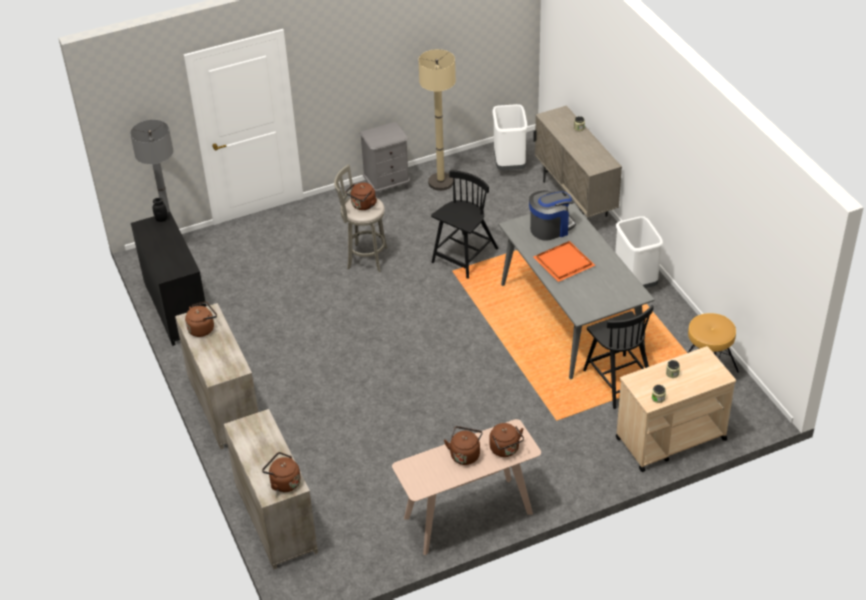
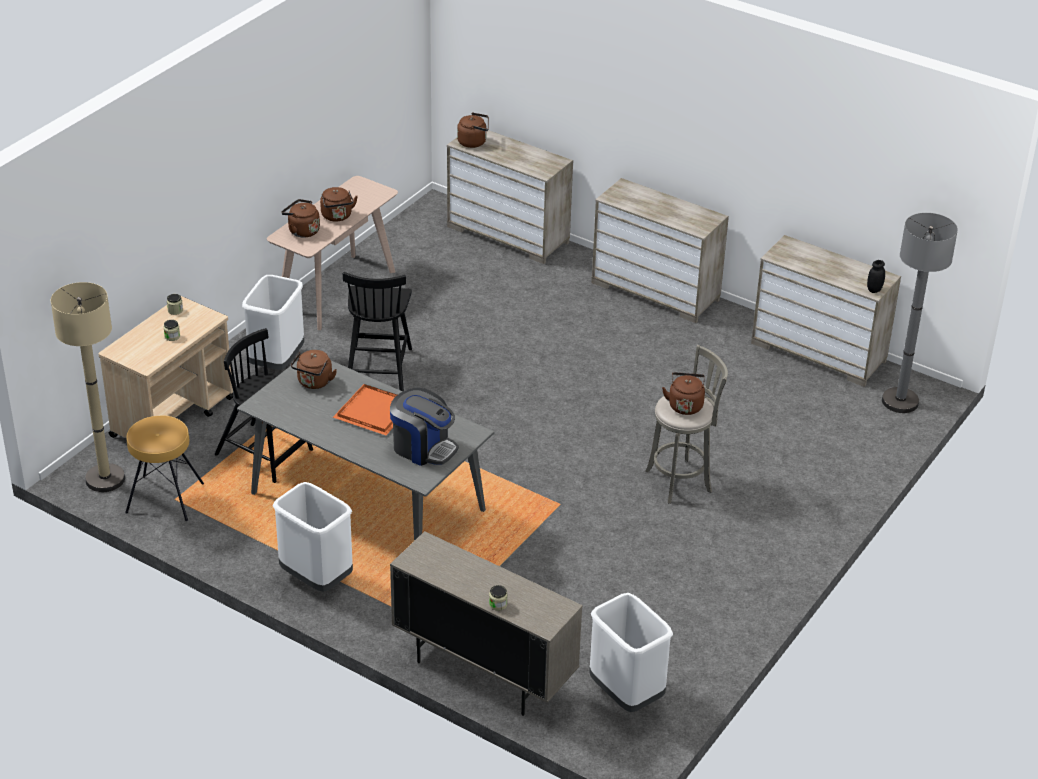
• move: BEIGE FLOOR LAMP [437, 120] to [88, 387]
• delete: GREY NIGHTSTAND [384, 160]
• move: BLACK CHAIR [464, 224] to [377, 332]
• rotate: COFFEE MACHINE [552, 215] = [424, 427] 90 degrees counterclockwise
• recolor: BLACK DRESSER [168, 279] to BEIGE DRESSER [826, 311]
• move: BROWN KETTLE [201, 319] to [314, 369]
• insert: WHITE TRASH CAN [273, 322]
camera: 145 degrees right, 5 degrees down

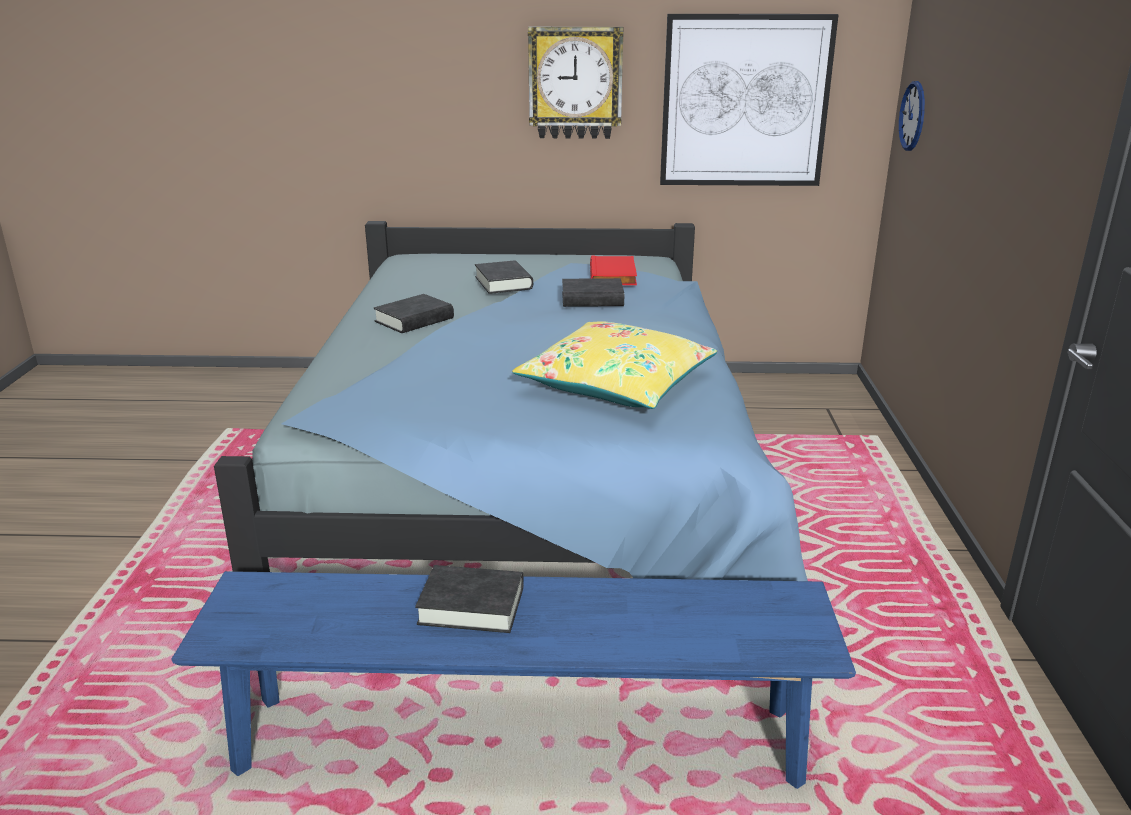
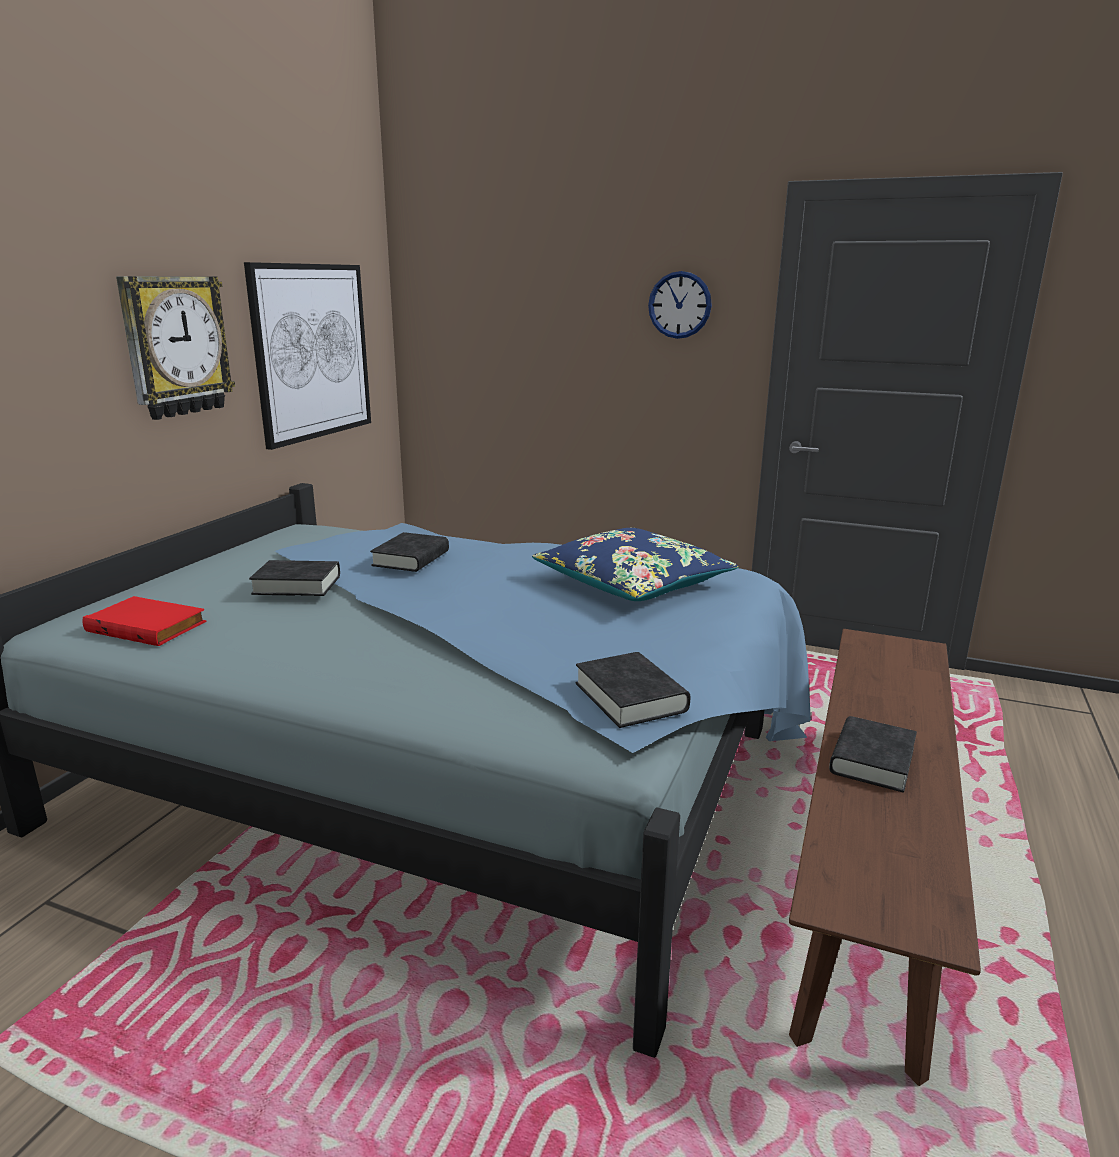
• move: WALL CLOCK [912, 116] to [680, 305]
• move: RED BOOK [613, 270] to [144, 621]
• move: BLACK BOOK [413, 313] to [633, 690]
• recolor: YELLOW PILLOW [614, 365] to BLUE PILLOW [635, 564]
• recolor: BLUE BENCH [513, 680] to BROWN BENCH [885, 857]
camera: 70 degrees left, 5 degrees down

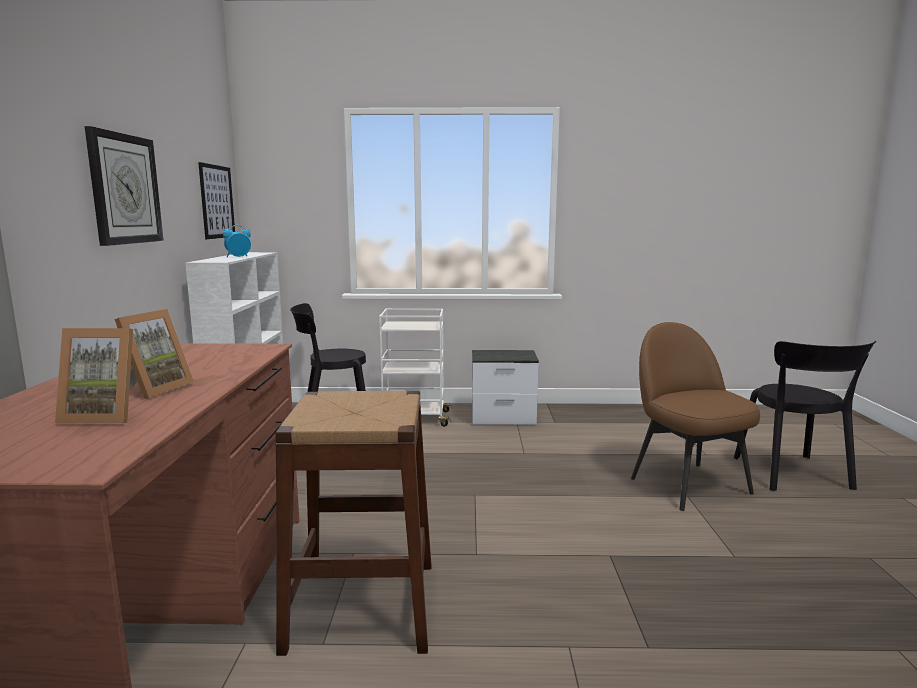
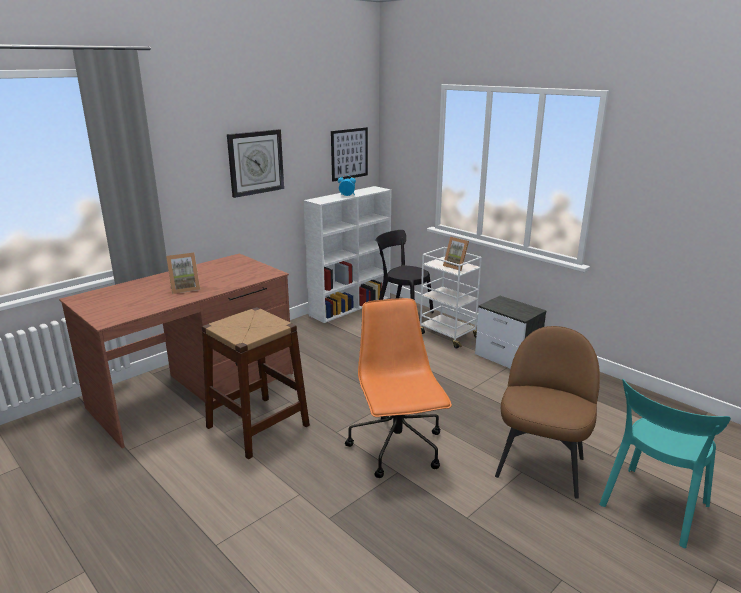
• move: PICTURE FRAME [94, 375] to [456, 254]
• recolor: BLACK CHAIR [805, 416] to TURQUOISE CHAIR [665, 463]
• insert: ORANGE OFFICE CHAIR [398, 388]
camera: 45 degrees right, 10 degrees up

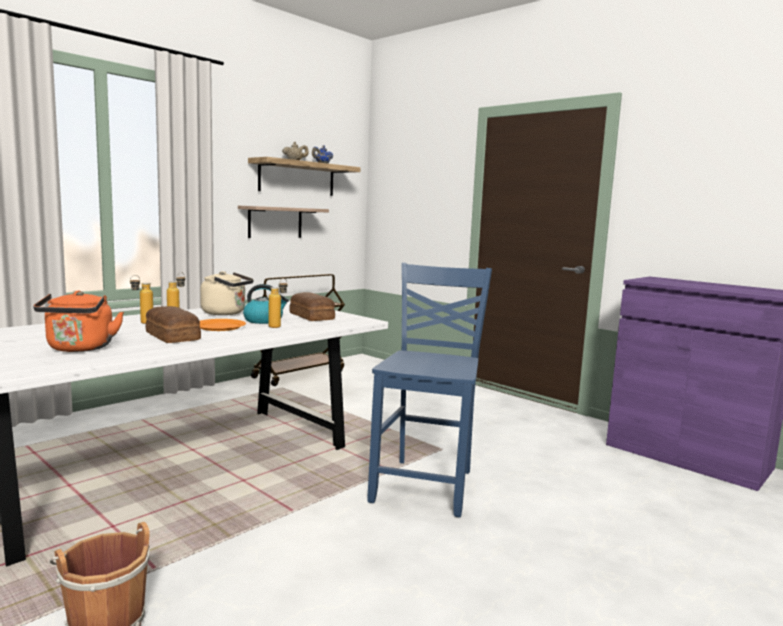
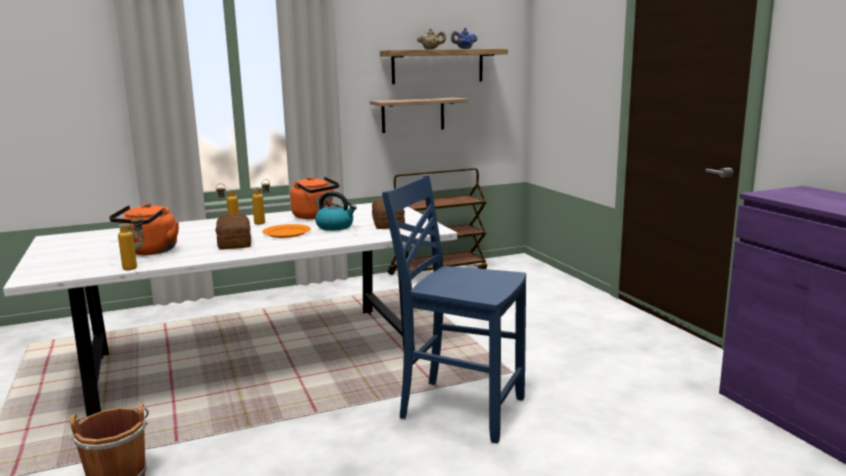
• rotate: BLUE CHAIR [429, 390] = [454, 309] 105 degrees counterclockwise
• recolor: BEIGE KETTLE [227, 293] to ORANGE KETTLE [315, 197]
• move: BOTTLE [278, 303] to [131, 241]
camera: 25 degrees right, 5 degrees up

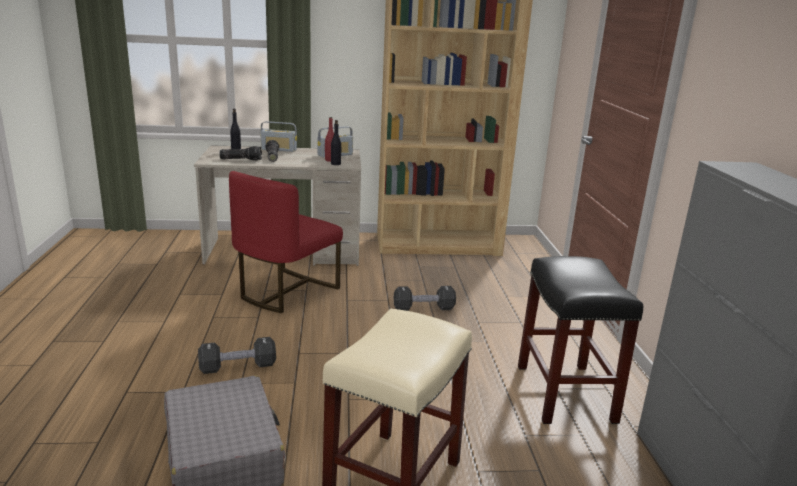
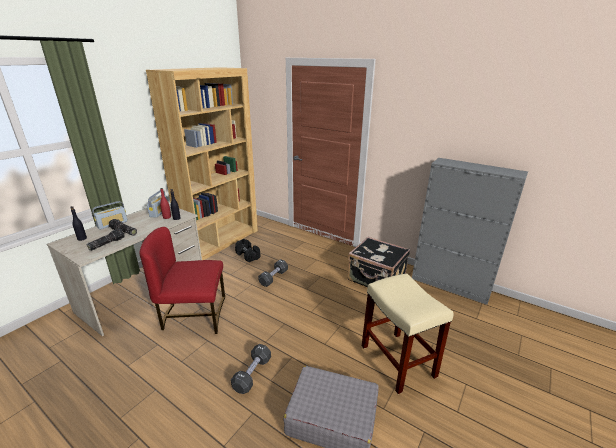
• rotate: RED CHAIR [286, 242] = [182, 280] 105 degrees clockwise
• replace: BLACK STOOL [580, 340] to BLACK SUITCASE [379, 262]
• insert: BLACK DUMBBELL [247, 250]
camera: 50 degrees left, 5 degrees up

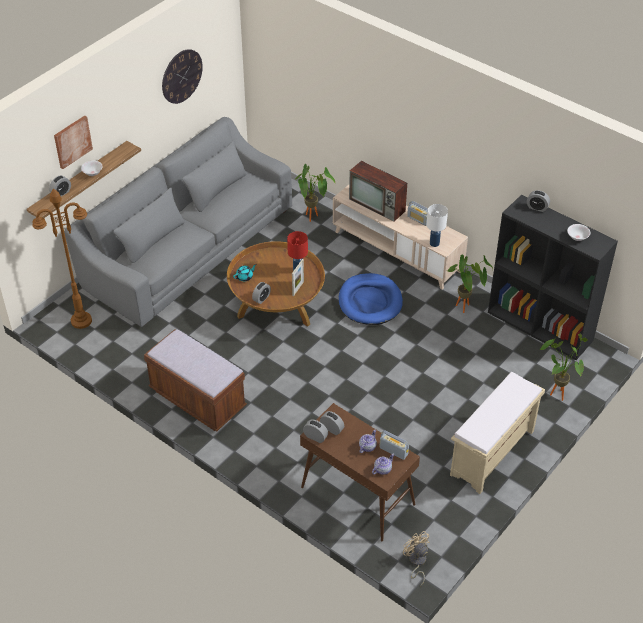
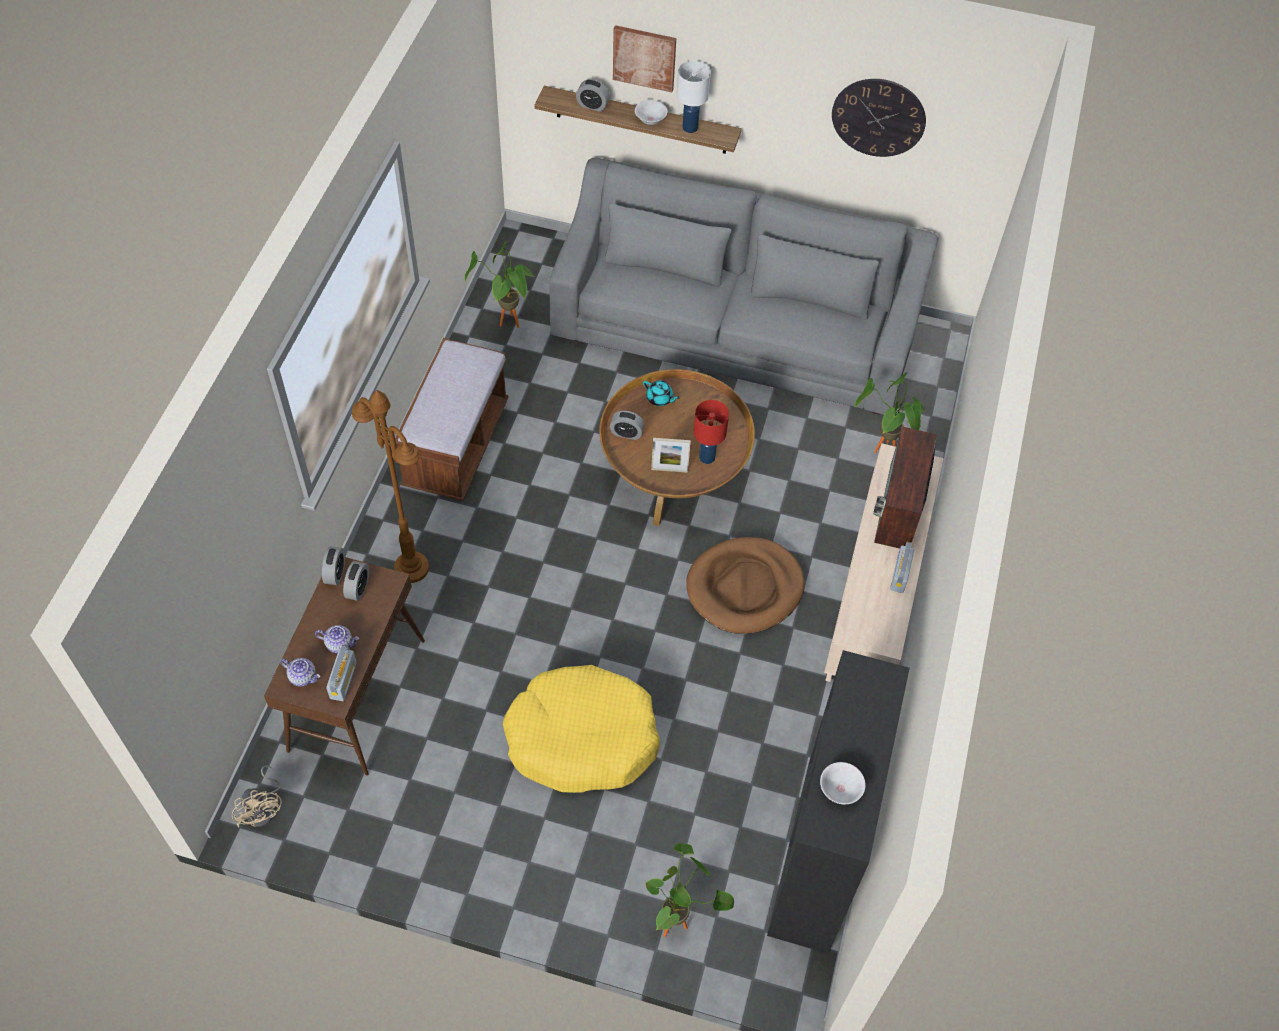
• move: BROWN FLOOR LAMP [62, 258] to [390, 486]
• delete: ALARM CLOCK [538, 201]
• move: WHITE TABLE LAMP [437, 225] to [694, 97]
• move: POTTED PLANT [470, 283] to [499, 284]
• recolor: BLUE DOG BED [371, 299] to BROWN DOG BED [745, 585]
• delete: BEIGE BENCH [497, 433]
• rotate: BEIGE FAN [416, 559] = [257, 796] 120 degrees clockwise
• insert: YELLOW DOG BED [581, 729]
camera: 65 degrees right, 10 degrees up

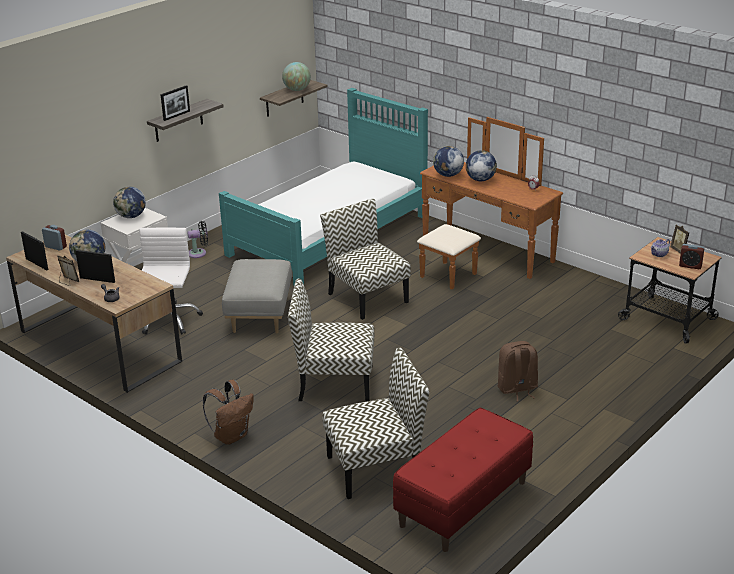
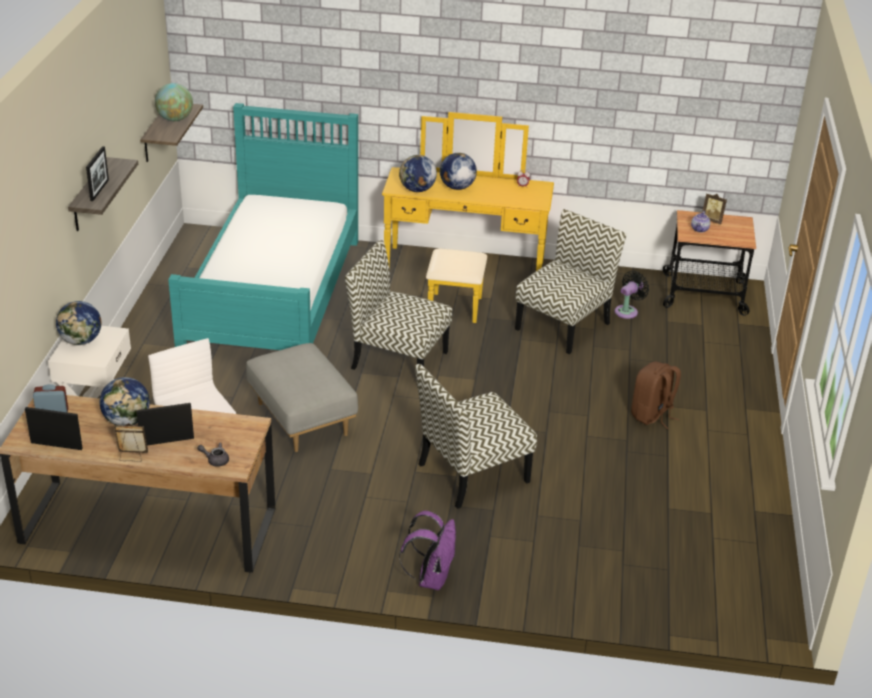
• recolor: BROWN DRESSER [490, 203] to YELLOW DRESSER [468, 217]
• move: BLACK FAN [198, 239] to [632, 295]
• delete: ALARM CLOCK [692, 256]
• move: CHAIR [376, 423] to [571, 281]
• recolor: BROWN BACKPACK [228, 412] to PURPLE BACKPACK [427, 550]
• delete: RED BENCH [463, 480]
camera: 35 degrees left, 5 degrees up

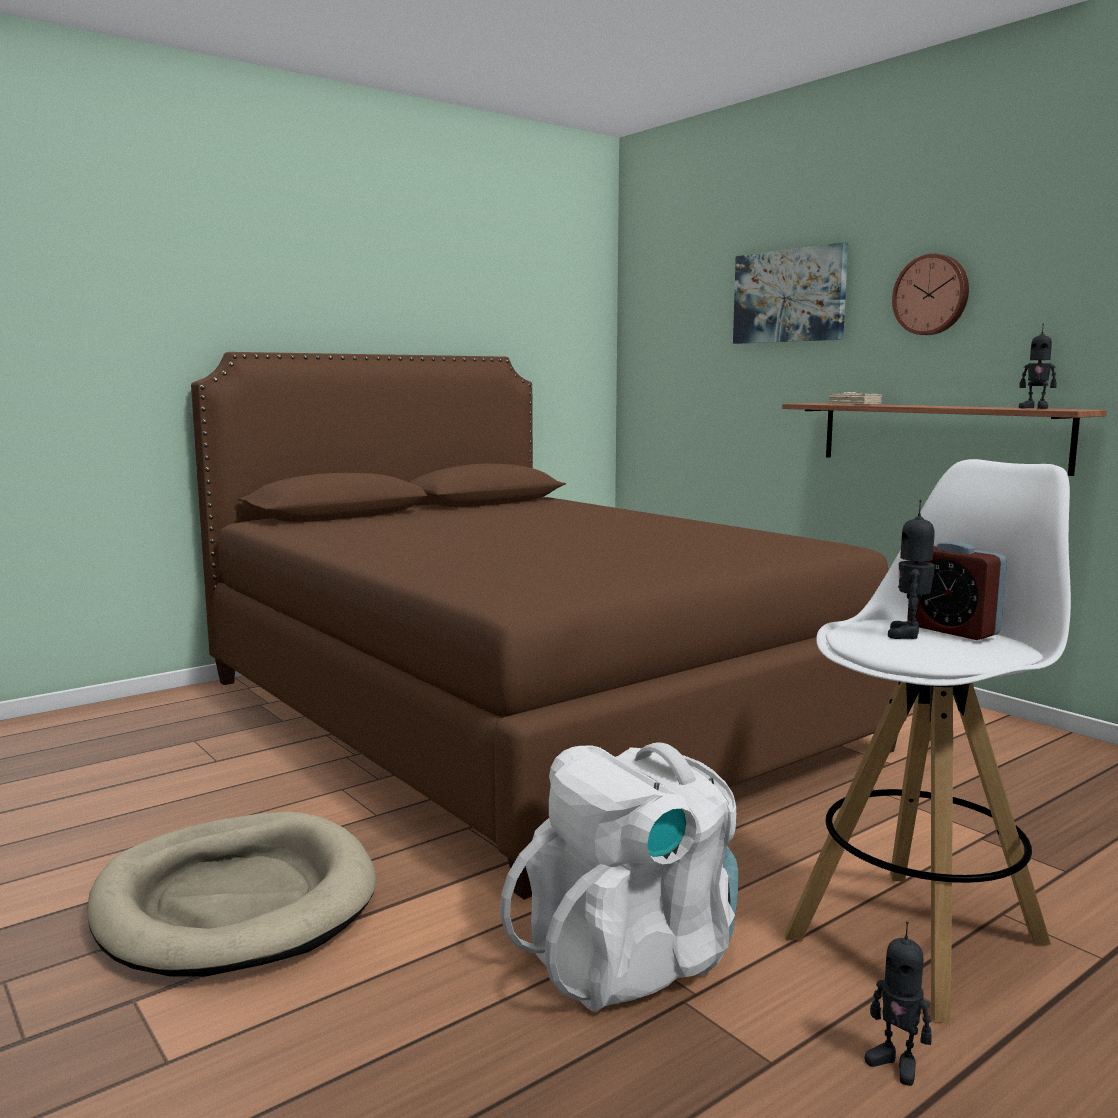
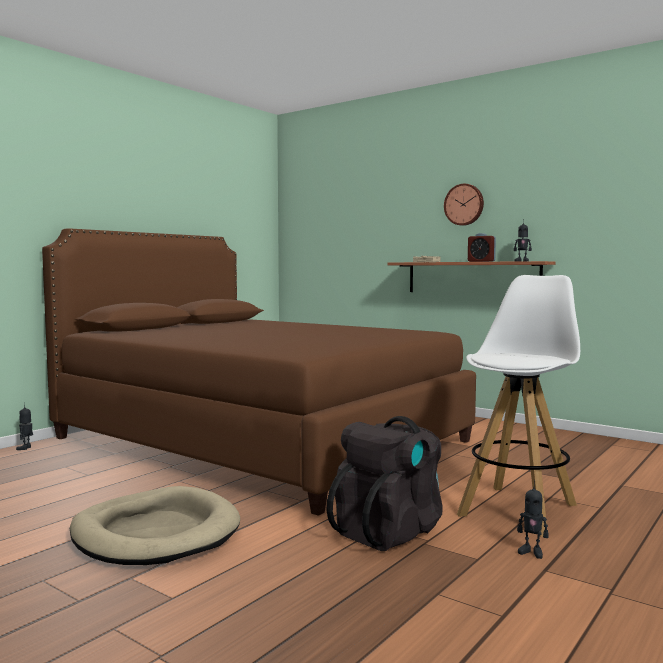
• delete: PICTURE [790, 293]
• move: TOY ROBOT [911, 569] to [24, 426]
• move: ALARM CLOCK [957, 590] to [482, 247]
• recolor: WHITE BACKPACK [619, 877] to BLACK BACKPACK [384, 483]
camera: 15 degrees left, 5 degrees down

